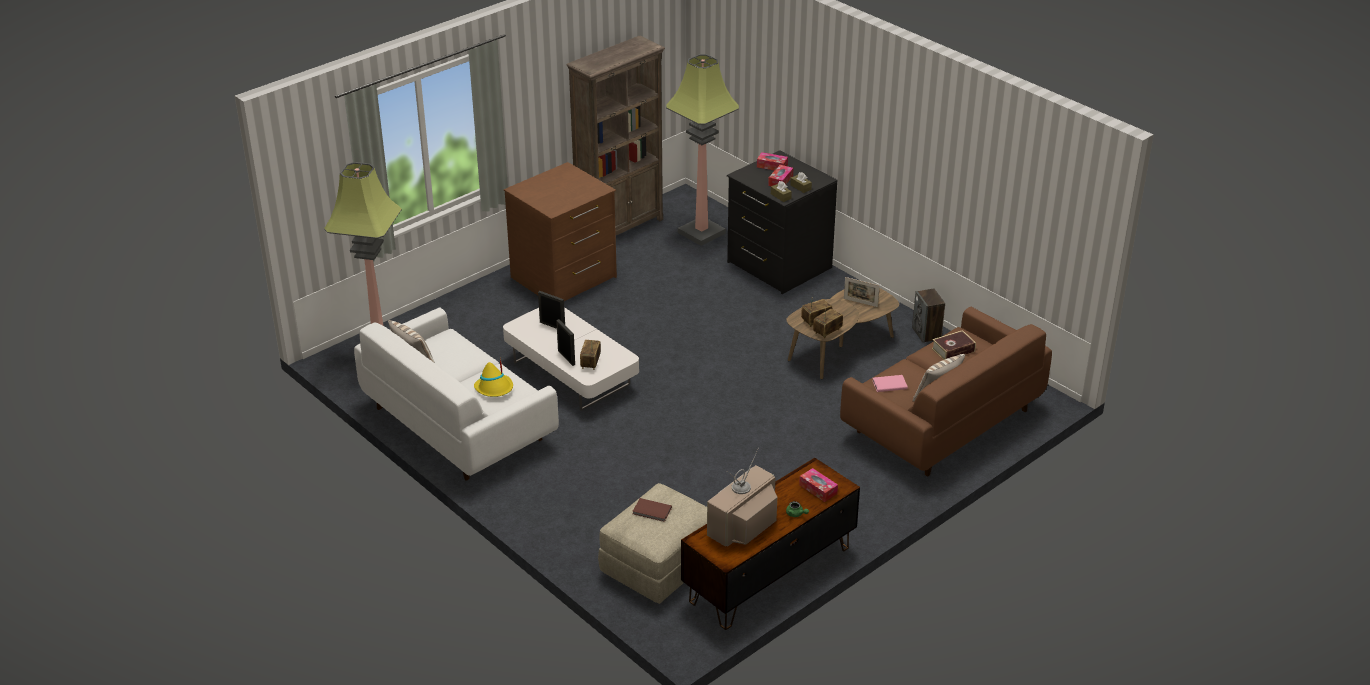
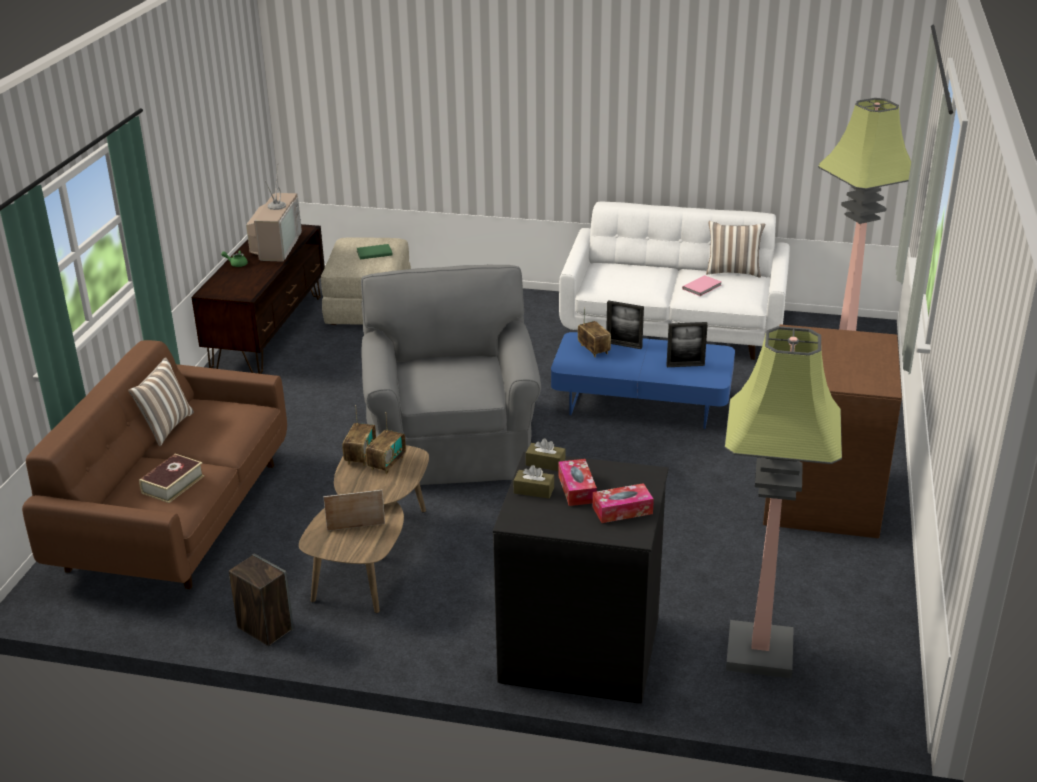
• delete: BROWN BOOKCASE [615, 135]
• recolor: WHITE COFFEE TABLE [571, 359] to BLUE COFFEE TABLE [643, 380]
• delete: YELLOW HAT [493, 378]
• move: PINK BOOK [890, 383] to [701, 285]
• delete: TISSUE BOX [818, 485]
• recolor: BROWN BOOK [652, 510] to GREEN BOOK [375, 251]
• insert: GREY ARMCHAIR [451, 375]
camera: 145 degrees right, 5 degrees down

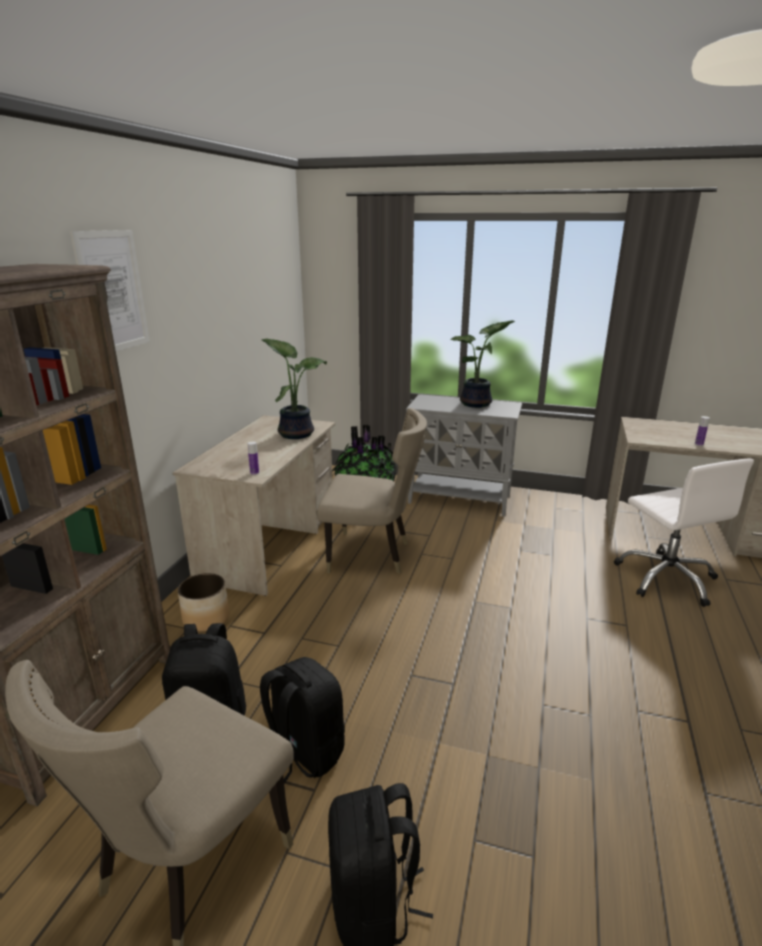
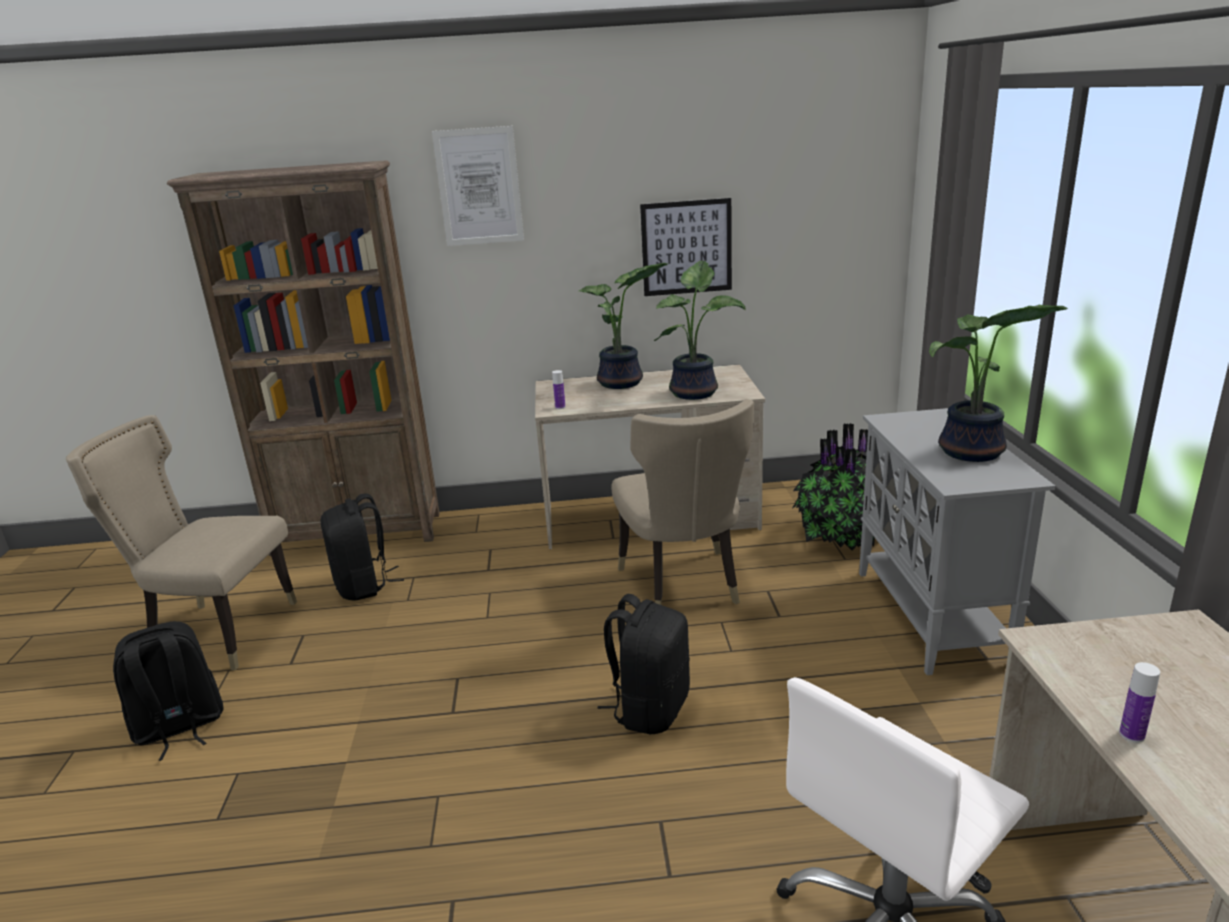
• delete: PLANTER [203, 602]
• move: BLACK BACKPACK [302, 720] to [644, 664]
• insert: PICTURE [686, 247]
• insert: POTTED PLANT [623, 326]
camera: 70 degrees right, 0 degrees up

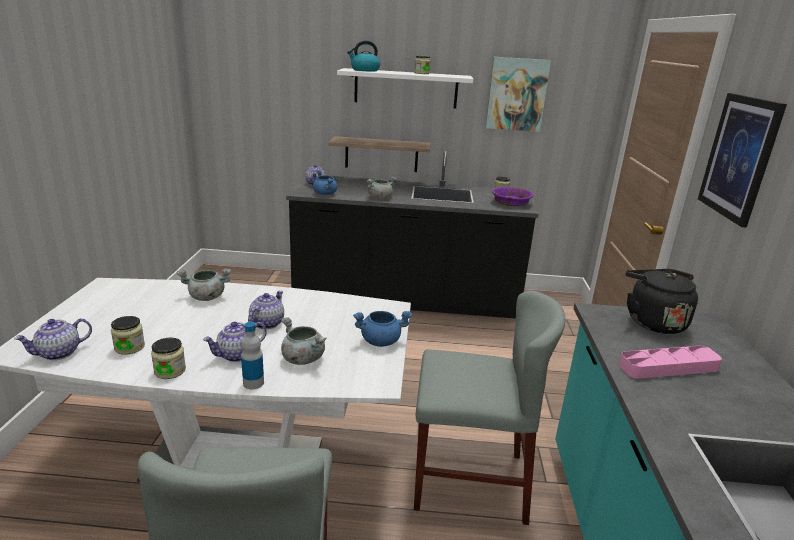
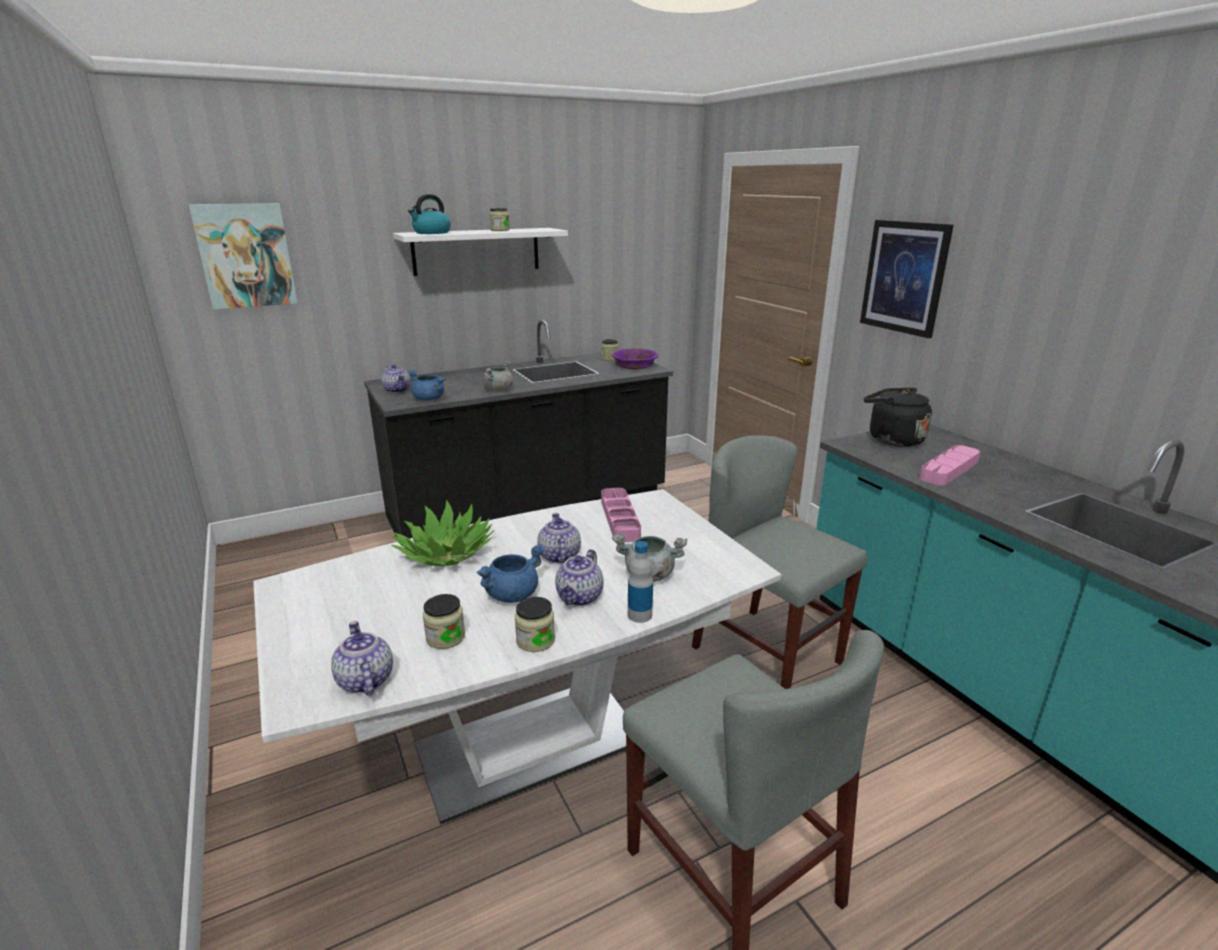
• move: PICTURE [518, 94] to [243, 256]
• delete: SHELF [379, 154]
• replace: GREY COOKING POT [203, 285] to POTTED PLANT [442, 532]
• rotate: GREY CHAIR [490, 408] = [779, 562] 105 degrees counterclockwise
• move: BLUE COOKING POT [383, 329] to [511, 573]
• rotate: TEAPOT [53, 339] = [362, 658] 135 degrees clockwise
• insert: PINK TRAY [621, 515]
camera: 30 degrees left, 0 degrees up

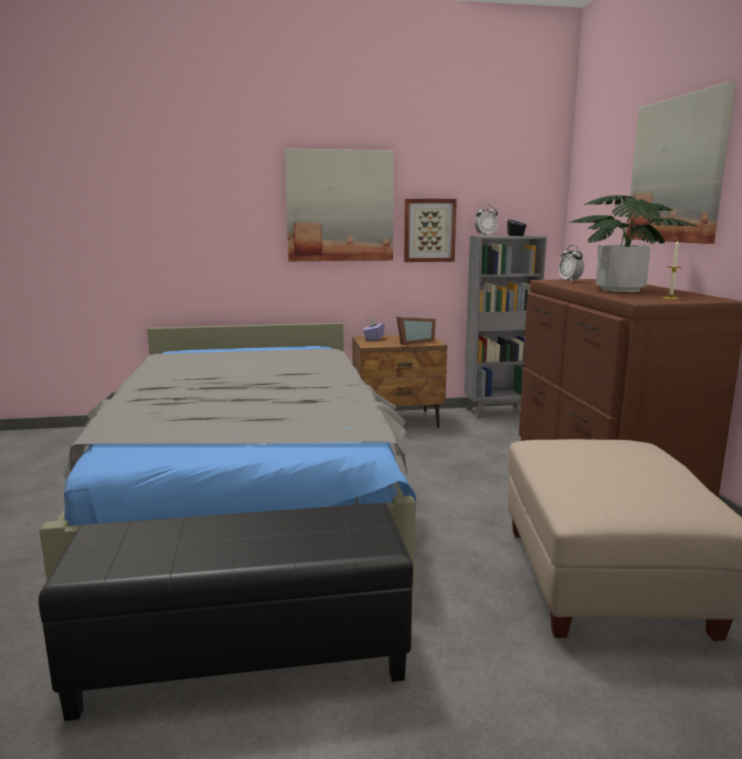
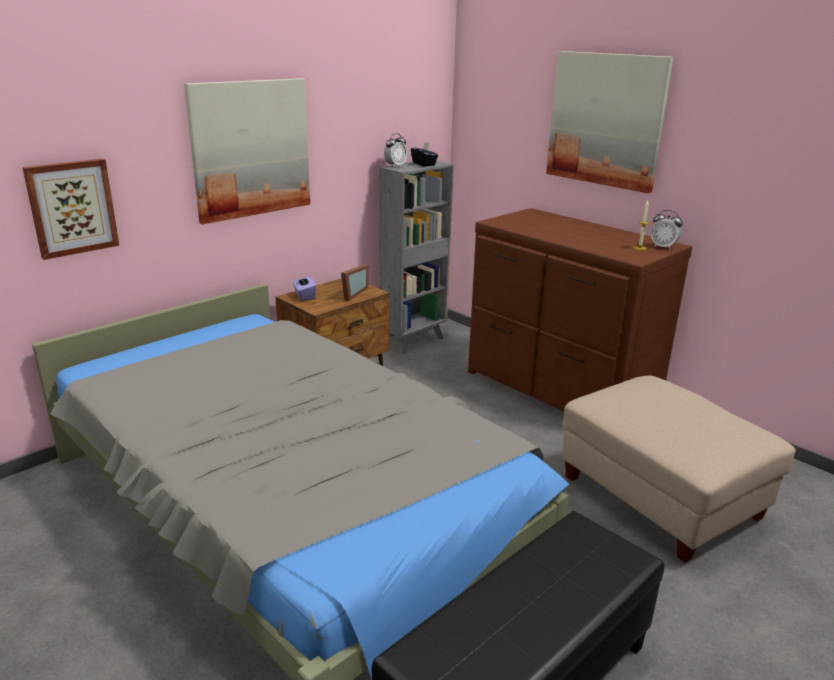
• delete: POTTED PLANT [633, 243]
• move: PICTURE [430, 230] to [71, 209]
• move: ALARM CLOCK [571, 263] to [667, 230]
camera: 35 degrees left, 10 degrees up

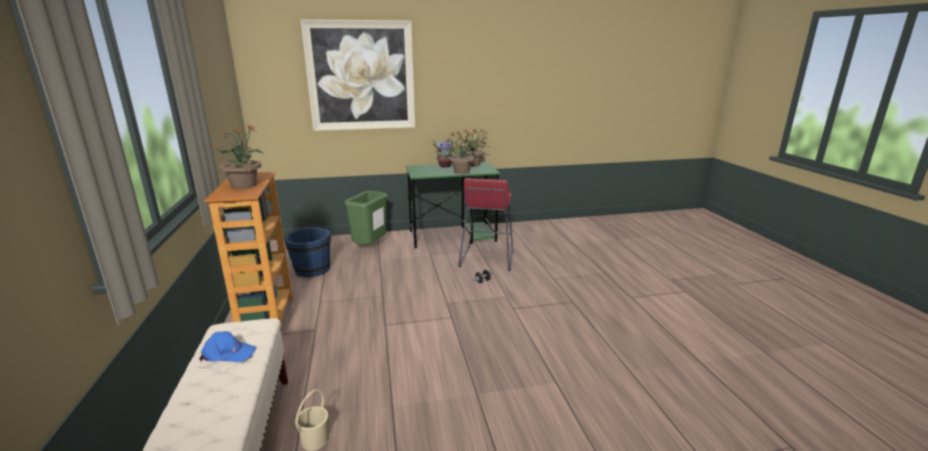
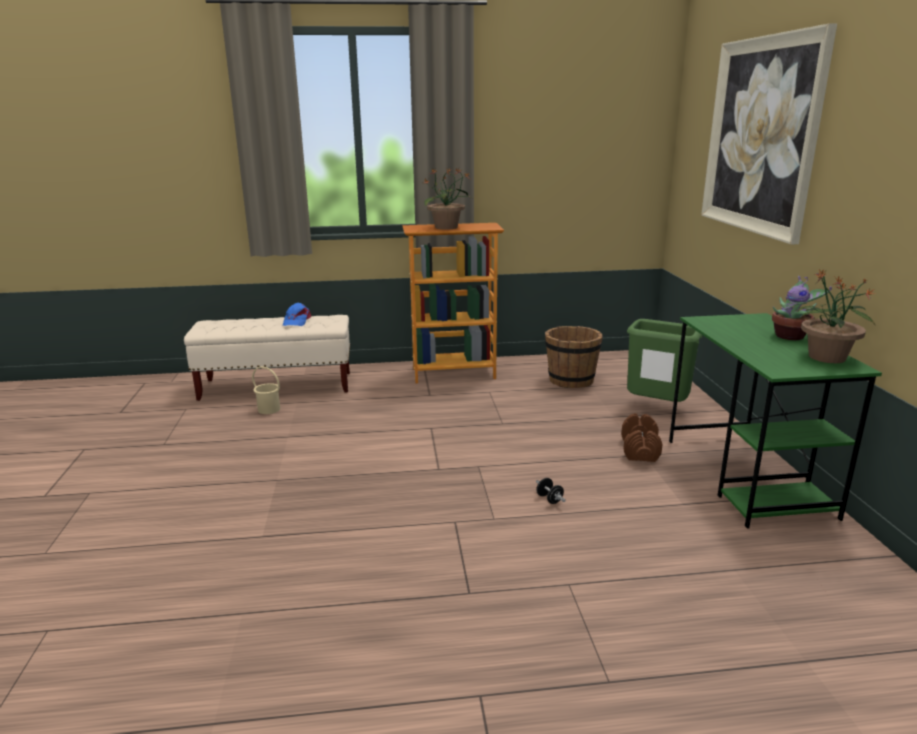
• delete: POTTED PLANT [461, 152]
• delete: RED STOOL [485, 224]
• recolor: BLUE BUCKET [307, 252] to BROWN BUCKET [574, 357]
• insert: BROWN DUMBBELL [642, 437]
camera: 95 degrees right, 0 degrees up

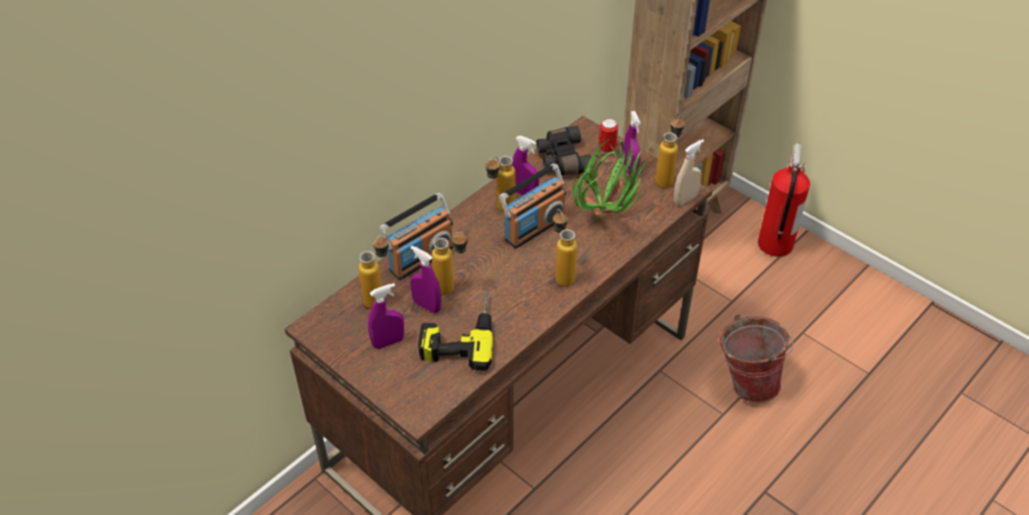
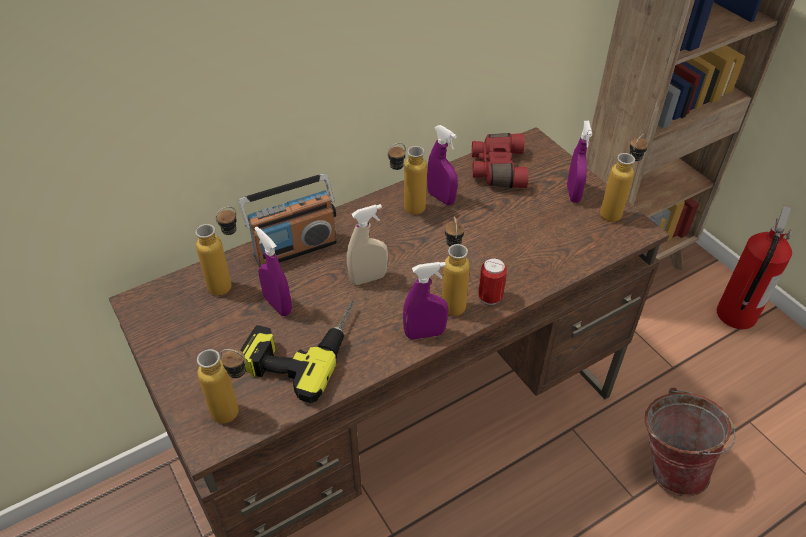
• move: CAN [608, 136] to [492, 281]
• recolor: BLACK BINOCULARS [563, 150] to RED BINOCULARS [500, 160]
• delete: POTTED PLANT [611, 179]
• move: BEIGE SPRAY BOTTLE [689, 172] to [367, 244]
• delete: RADIO [532, 206]
• move: BOTTLE [450, 263] to [221, 386]
• move: PURPLE SPRAY BOTTLE [386, 316] to [425, 301]
camera: 15 degrees right, 0 degrees up

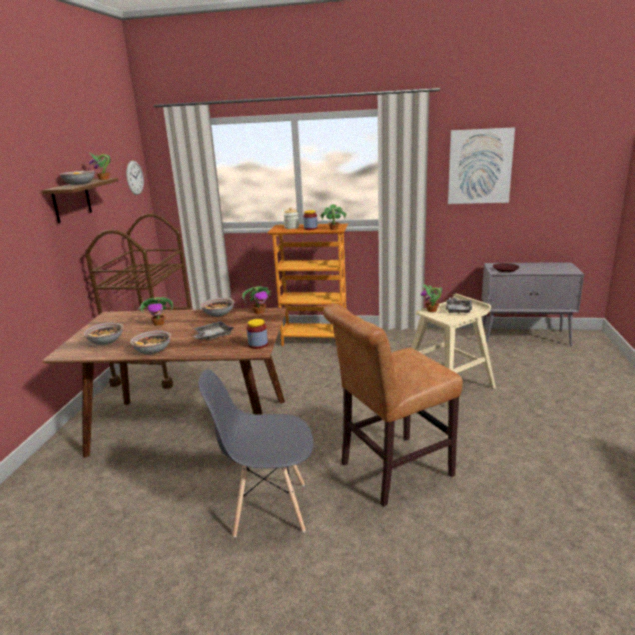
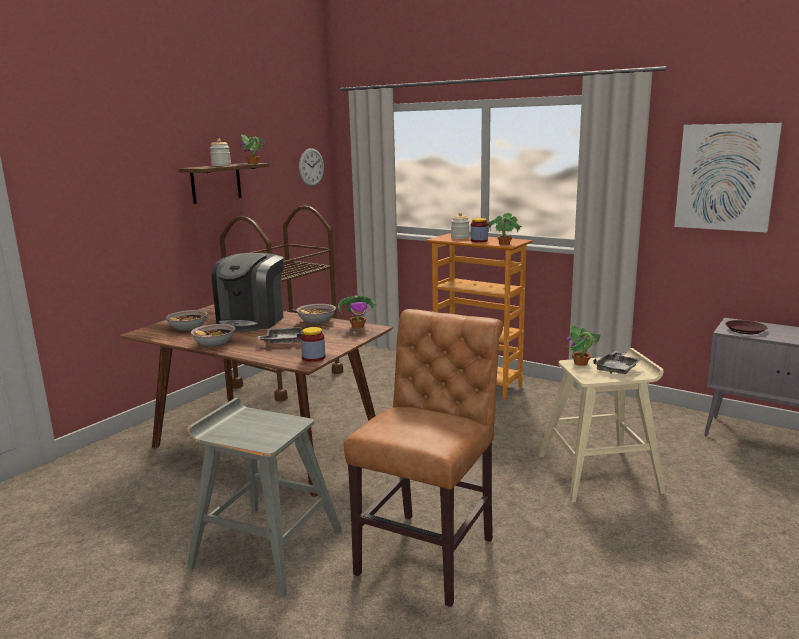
• replace: BOWL [77, 178] to JAR [220, 152]
• replace: POTTED PLANT [156, 311] to COFFEE MACHINE [248, 292]
• rotate: BROWN CHAIR [393, 404] = [423, 458] 120 degrees clockwise
• replace: GREY CHAIR [256, 453] to GREY STOOL [264, 498]
camera: 25 degrees right, 5 degrees down

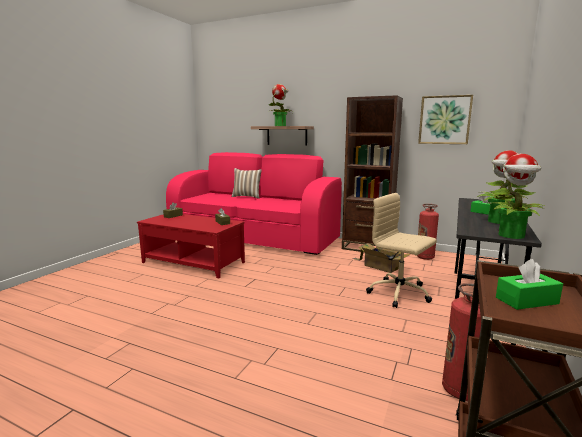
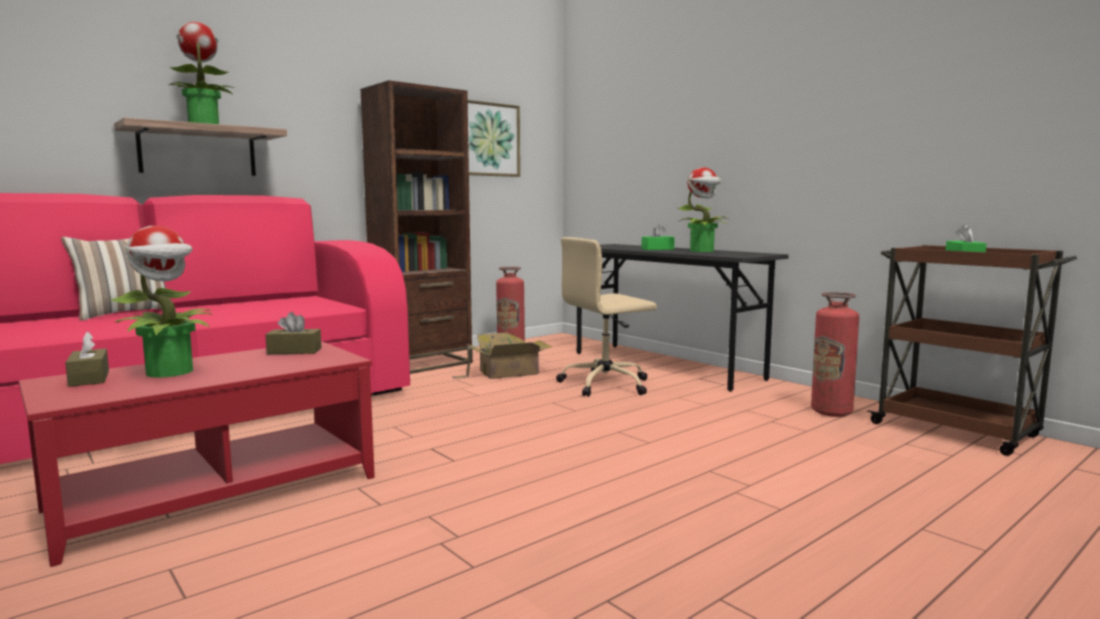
• move: POTTED PLANT [516, 196] to [161, 302]
camera: 65 degrees left, 5 degrees down

